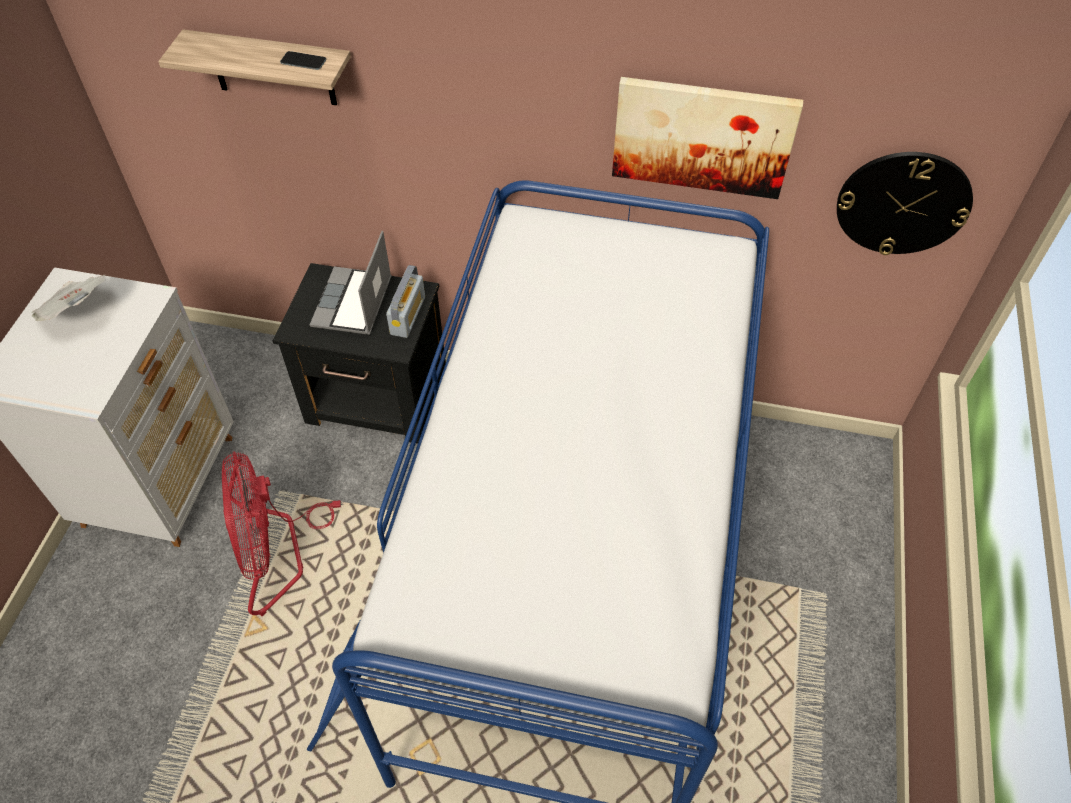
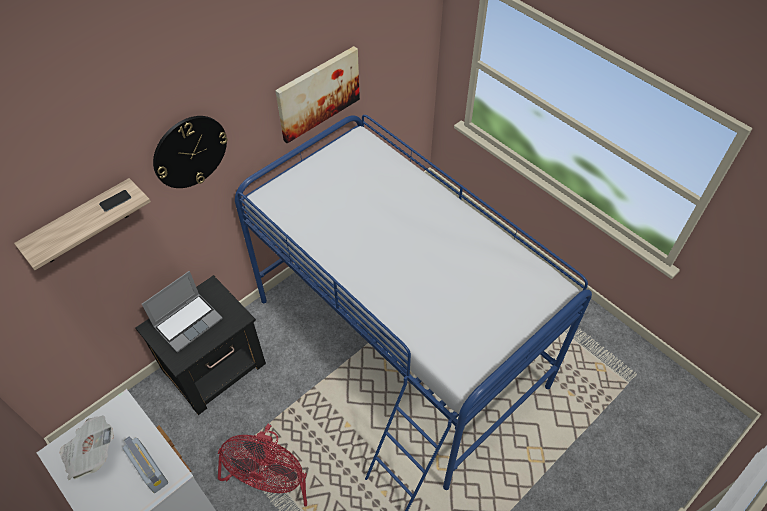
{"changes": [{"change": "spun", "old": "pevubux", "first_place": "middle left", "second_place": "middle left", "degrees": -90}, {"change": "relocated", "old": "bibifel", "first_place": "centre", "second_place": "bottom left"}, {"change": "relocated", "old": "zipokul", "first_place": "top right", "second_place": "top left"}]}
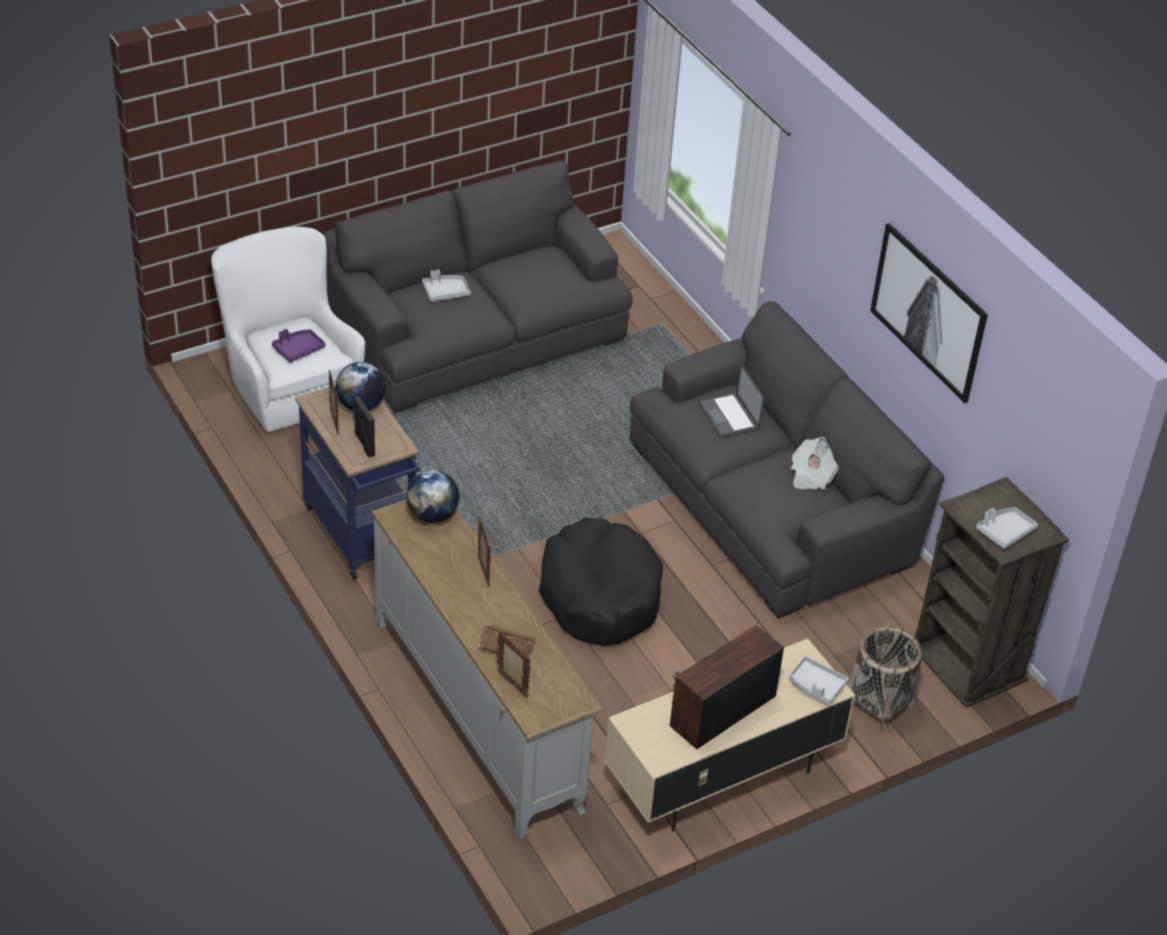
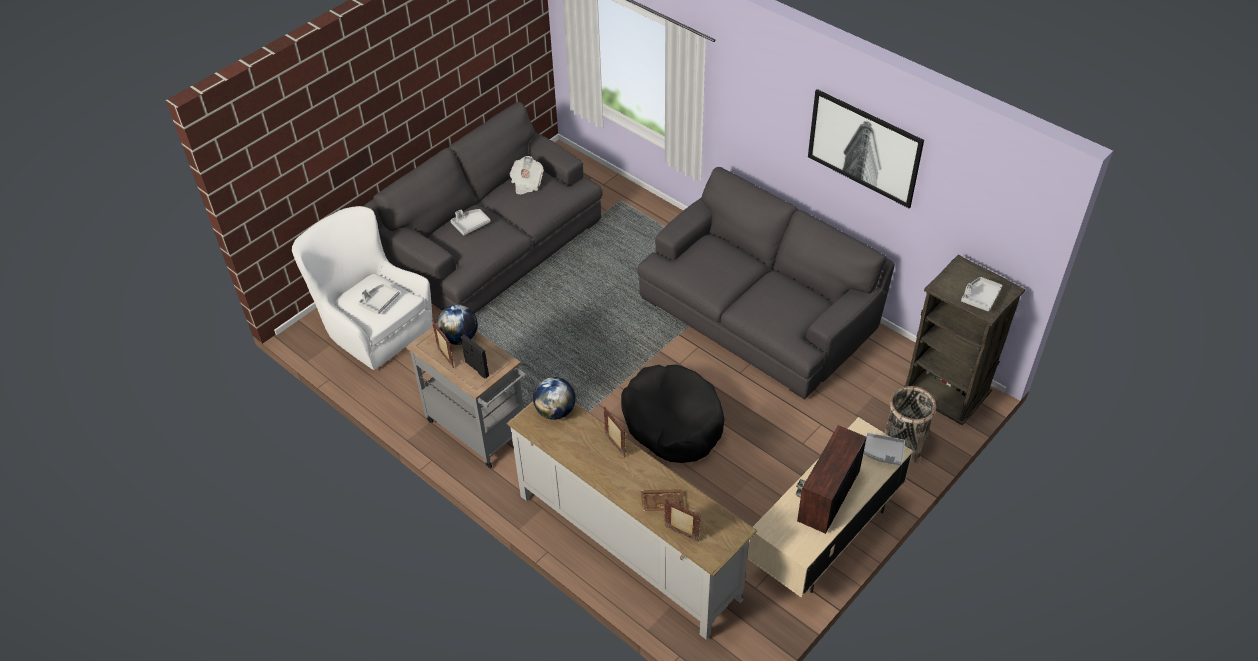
{"changes": [{"change": "colour", "old": "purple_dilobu", "new": "grey_dilobu (no. 1 from left)", "first_place": "middle left", "second_place": "middle left"}, {"change": "colour", "old": "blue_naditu", "new": "grey_naditu", "first_place": "middle left", "second_place": "centre"}, {"change": "missing", "old": "pevubux", "first_place": "centre"}, {"change": "relocated", "old": "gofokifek", "first_place": "middle right", "second_place": "top centre"}]}
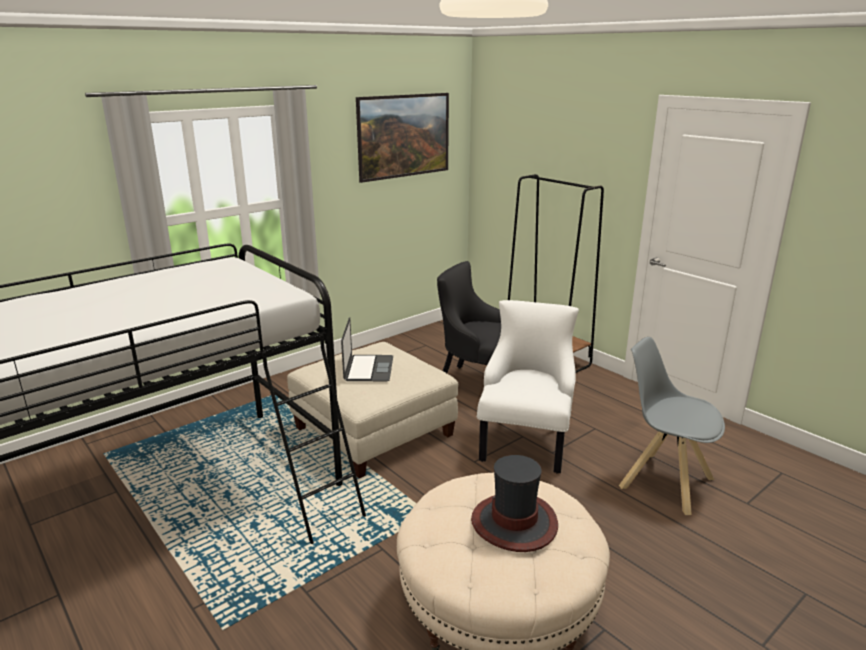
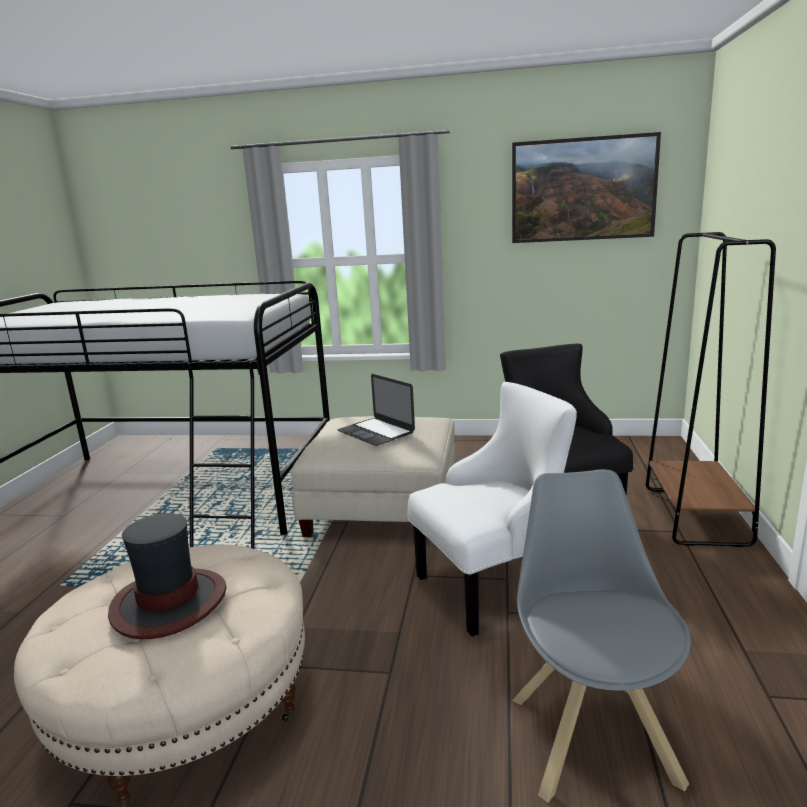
{"changes": [{"change": "spun", "old": "pevubux", "first_place": "centre", "second_place": "centre", "degrees": 90}]}
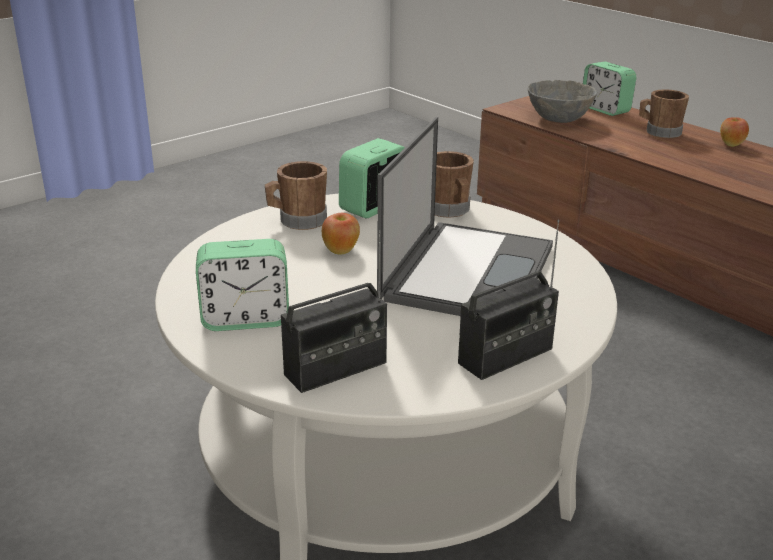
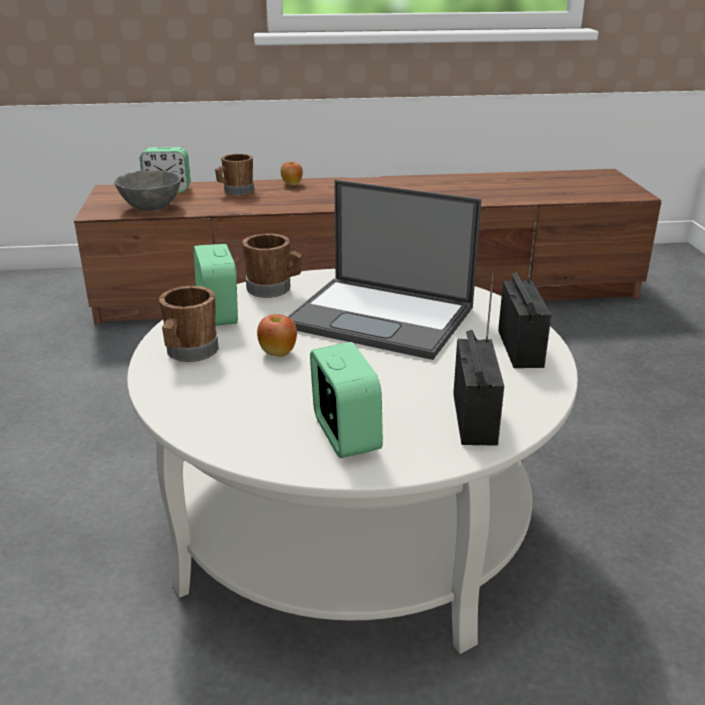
{"changes": [{"change": "spun", "old": "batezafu (no. 1 from left in the first image)", "first_place": "middle left", "second_place": "centre", "degrees": -45}, {"change": "spun", "old": "pevubux", "first_place": "centre", "second_place": "centre", "degrees": 150}]}
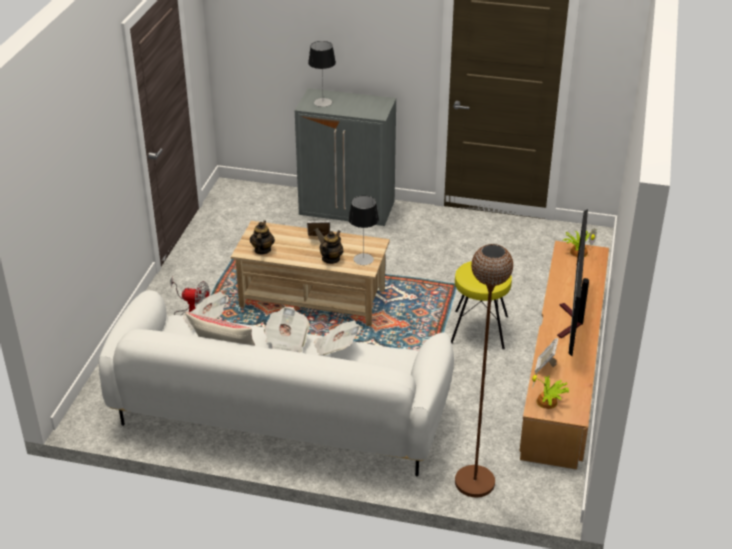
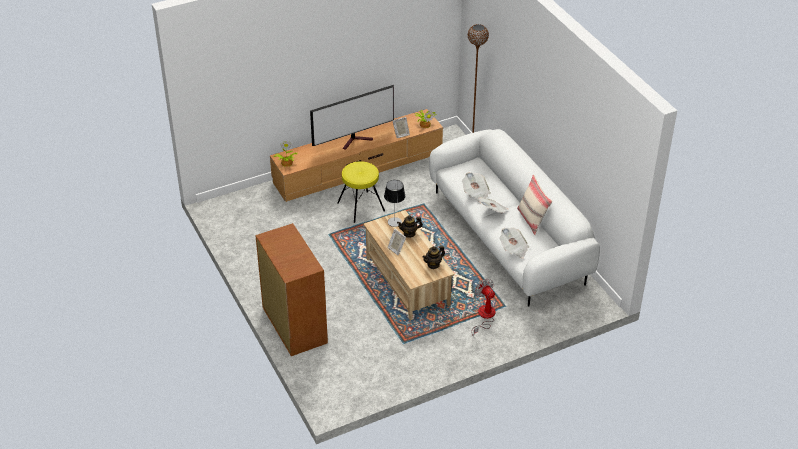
{"changes": [{"change": "colour", "old": "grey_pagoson", "new": "brown_pagoson", "first_place": "top centre", "second_place": "centre"}, {"change": "missing", "old": "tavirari (no. 1 from left)", "first_place": "top centre"}]}
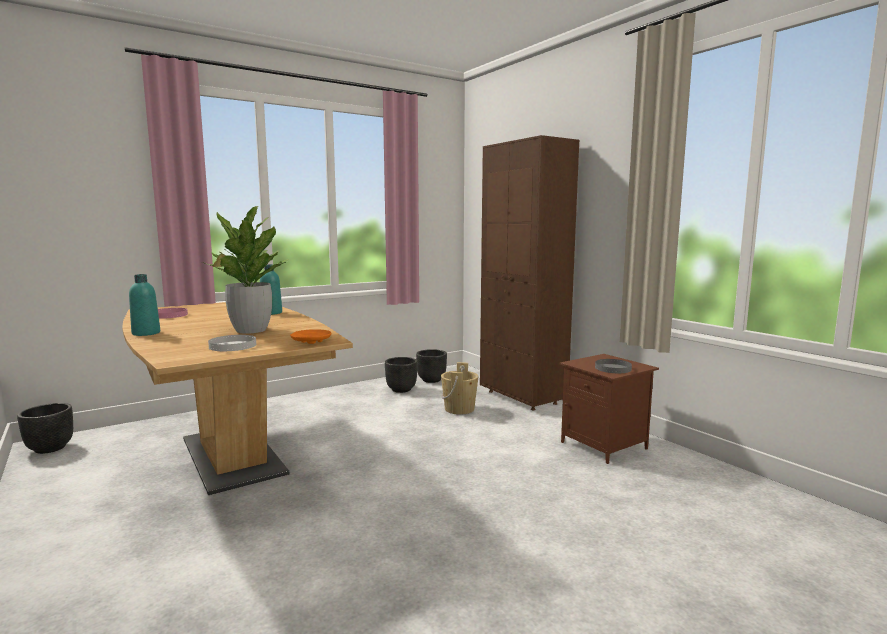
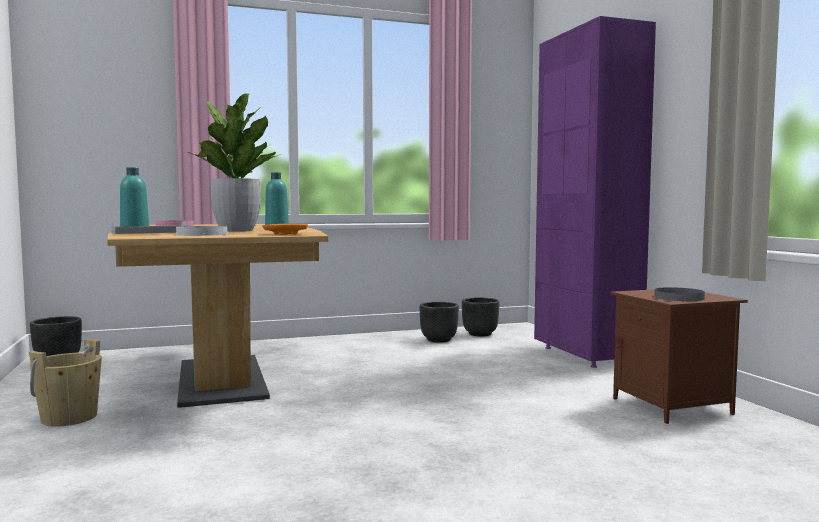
{"changes": [{"change": "relocated", "old": "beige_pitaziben", "first_place": "centre", "second_place": "bottom left"}, {"change": "colour", "old": "brown_pagoson", "new": "purple_pagoson", "first_place": "centre", "second_place": "middle right"}, {"change": "appeared", "new": "grey_dilobu", "second_place": "middle left"}]}
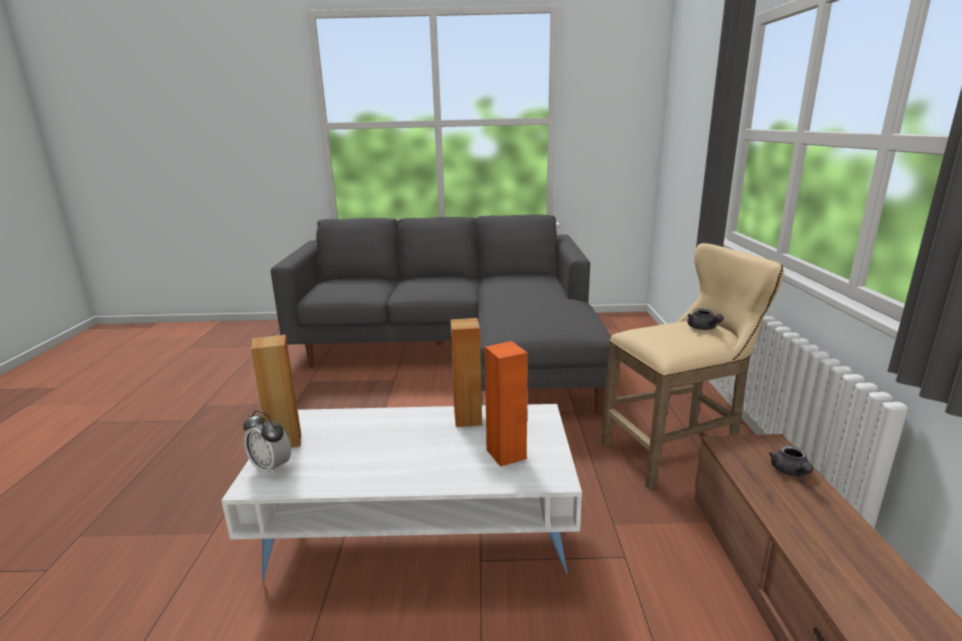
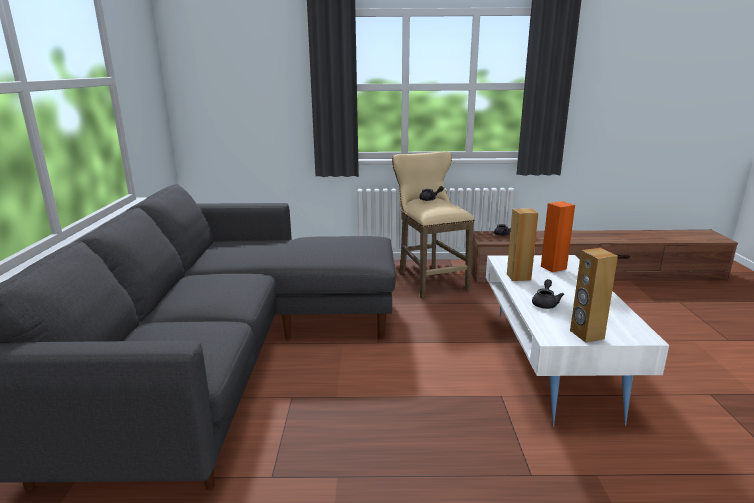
{"changes": [{"change": "missing", "old": "batezafu", "first_place": "bottom left"}, {"change": "appeared", "new": "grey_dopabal (no. 3 from left)", "second_place": "middle right"}]}
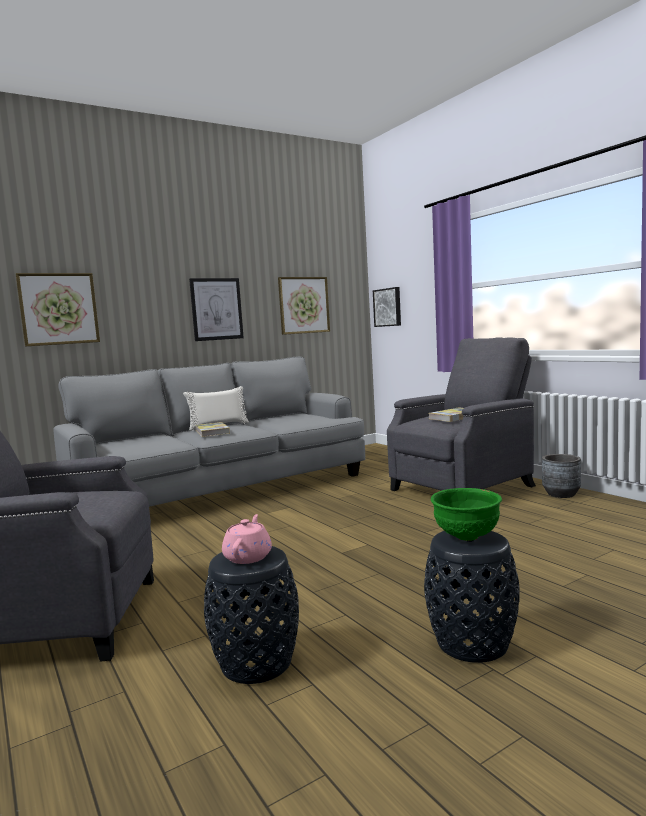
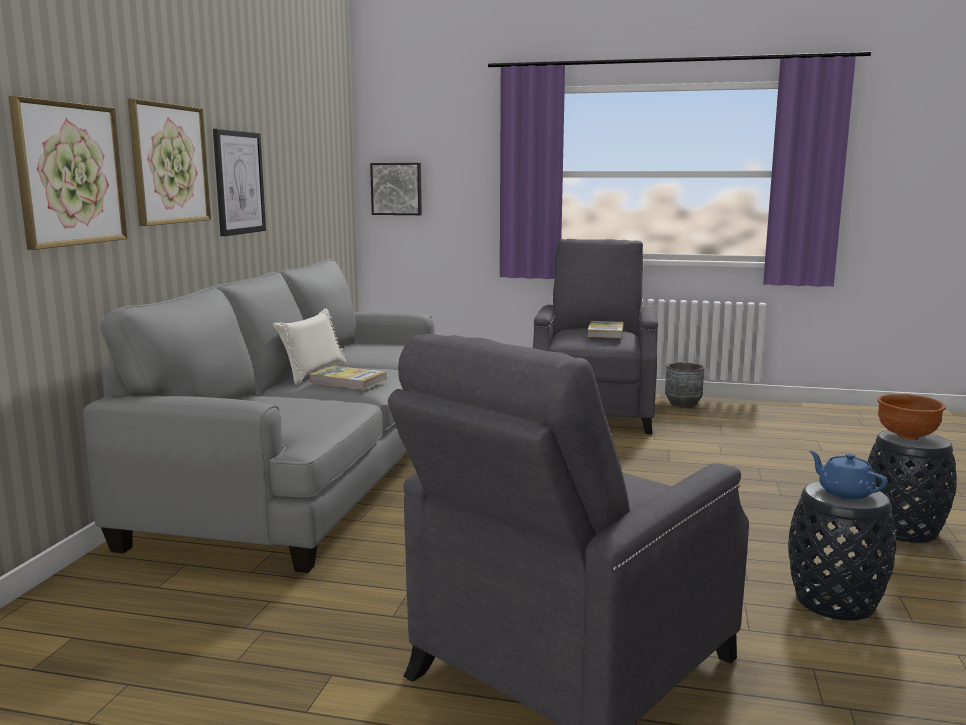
{"changes": [{"change": "colour", "old": "pink_dopabal", "new": "blue_dopabal", "first_place": "centre", "second_place": "middle right"}, {"change": "relocated", "old": "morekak (no. 3 from left in the first image)", "new": "morekak (no. 2 from left)", "first_place": "centre", "second_place": "top left"}, {"change": "colour", "old": "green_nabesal", "new": "brown_nabesal", "first_place": "middle right", "second_place": "middle right"}]}
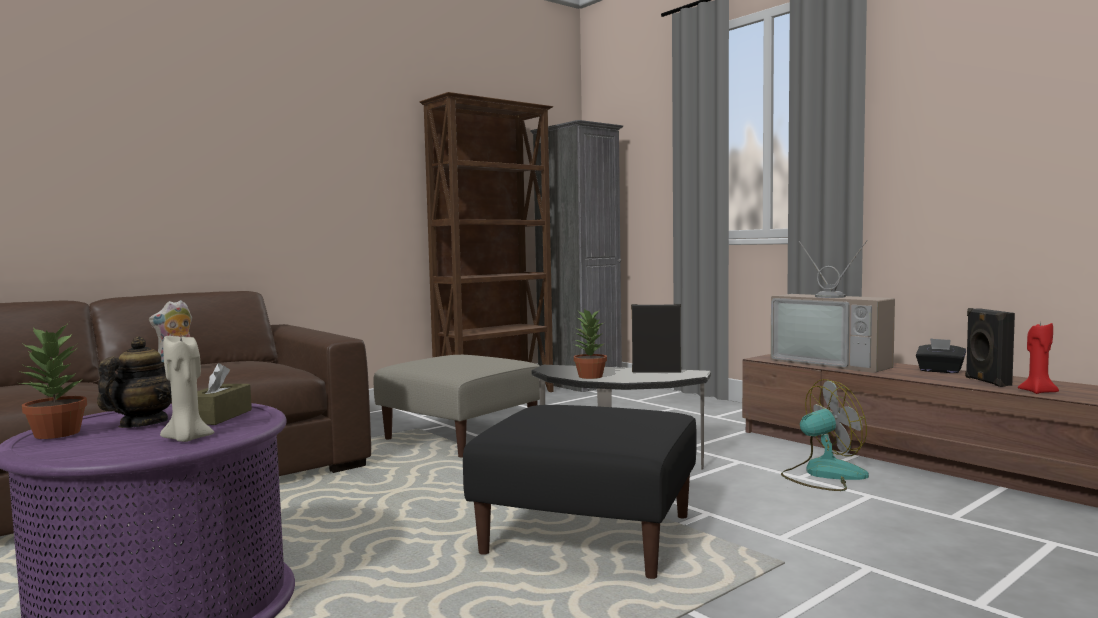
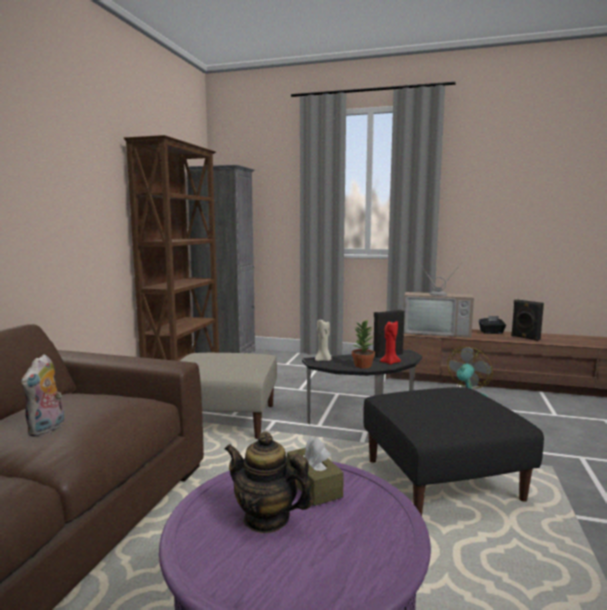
{"changes": [{"change": "missing", "old": "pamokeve (no. 1 from left)", "first_place": "middle left"}, {"change": "spun", "old": "dopabal", "first_place": "middle left", "second_place": "bottom centre", "degrees": -45}, {"change": "relocated", "old": "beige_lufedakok", "first_place": "middle left", "second_place": "centre"}, {"change": "relocated", "old": "red_lufedakok", "first_place": "middle right", "second_place": "centre"}]}
